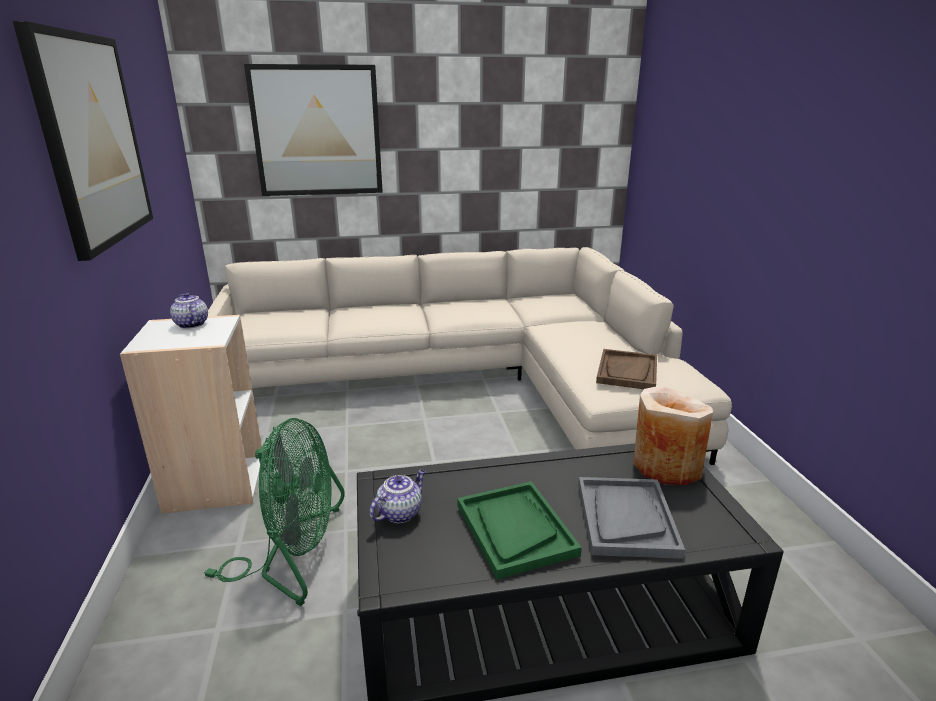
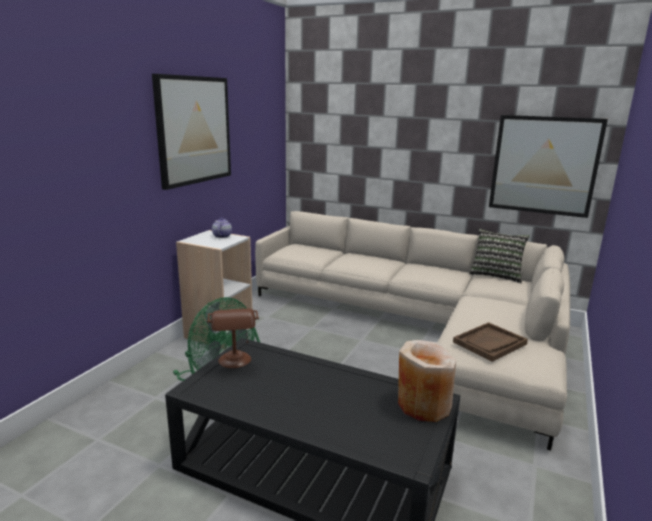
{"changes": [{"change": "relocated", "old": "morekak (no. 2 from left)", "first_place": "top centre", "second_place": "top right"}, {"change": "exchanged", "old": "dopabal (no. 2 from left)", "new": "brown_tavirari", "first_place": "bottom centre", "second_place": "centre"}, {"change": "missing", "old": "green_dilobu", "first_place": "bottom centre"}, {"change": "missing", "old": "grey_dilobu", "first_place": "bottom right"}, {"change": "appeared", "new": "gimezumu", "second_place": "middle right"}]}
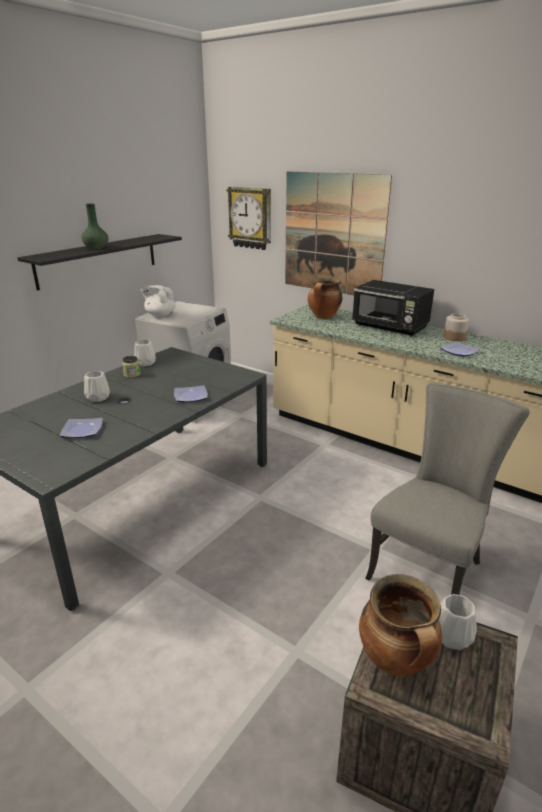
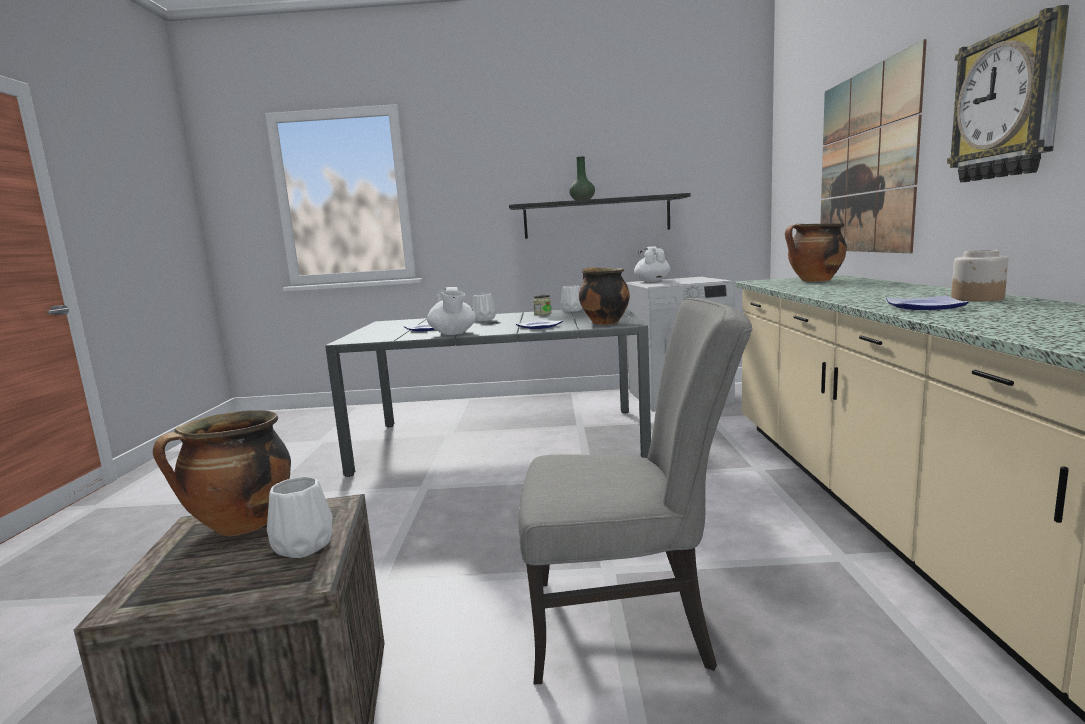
{"changes": [{"change": "relocated", "old": "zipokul", "first_place": "top centre", "second_place": "top right"}, {"change": "missing", "old": "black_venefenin", "first_place": "middle right"}, {"change": "appeared", "new": "white_dopabal (no. 1 from left)", "second_place": "centre"}, {"change": "appeared", "new": "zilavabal (no. 2 from left)", "second_place": "centre"}]}
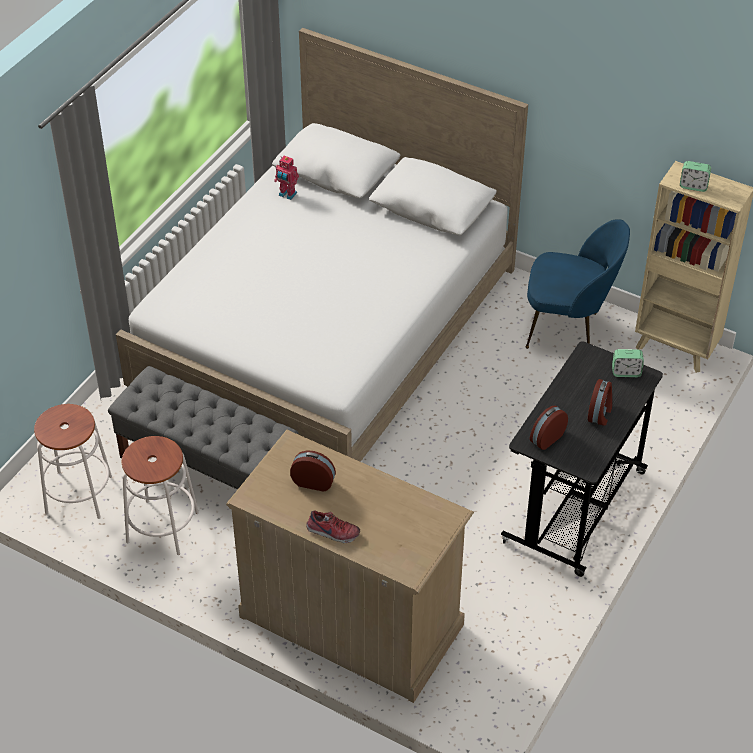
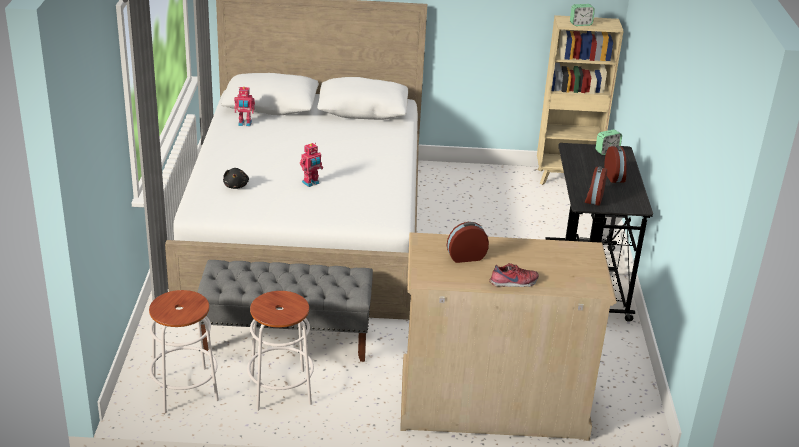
{"changes": [{"change": "missing", "old": "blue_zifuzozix", "first_place": "middle right"}, {"change": "appeared", "new": "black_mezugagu", "second_place": "middle left"}, {"change": "appeared", "new": "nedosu (no. 2 from left)", "second_place": "centre"}]}
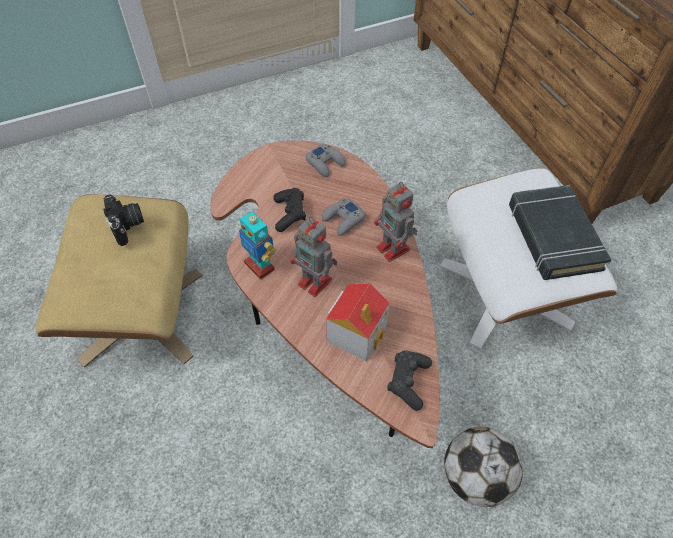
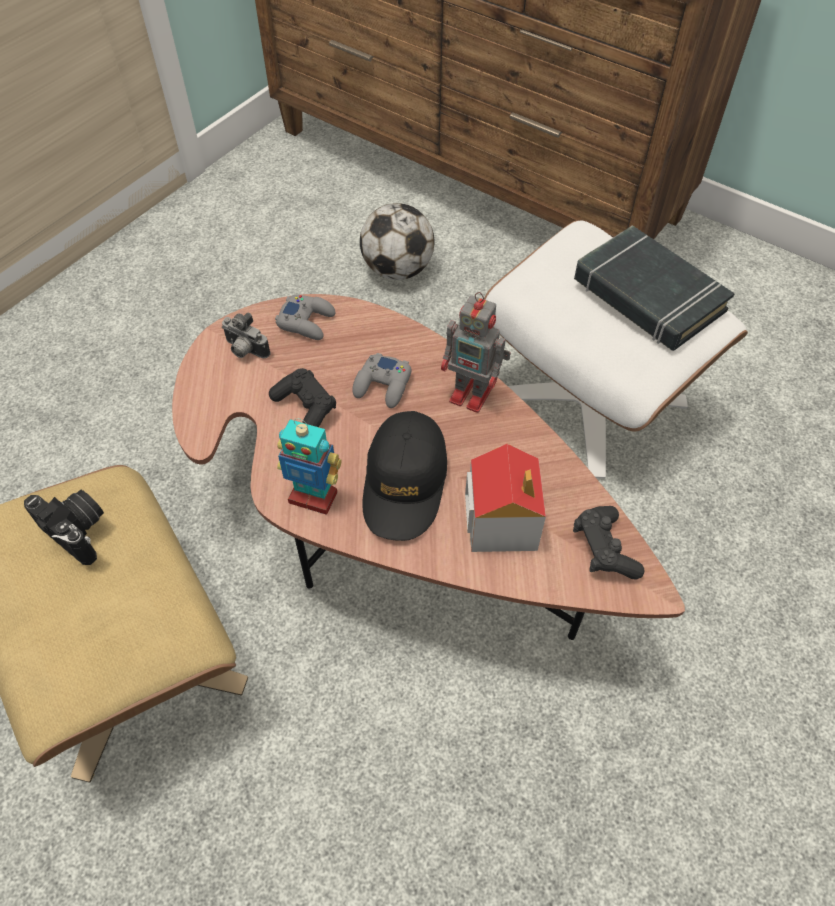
{"changes": [{"change": "exchanged", "old": "nedosu (no. 2 from left)", "new": "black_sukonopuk", "first_place": "centre", "second_place": "centre"}, {"change": "relocated", "old": "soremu", "first_place": "bottom right", "second_place": "top centre"}, {"change": "appeared", "new": "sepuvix (no. 2 from left)", "second_place": "middle left"}]}
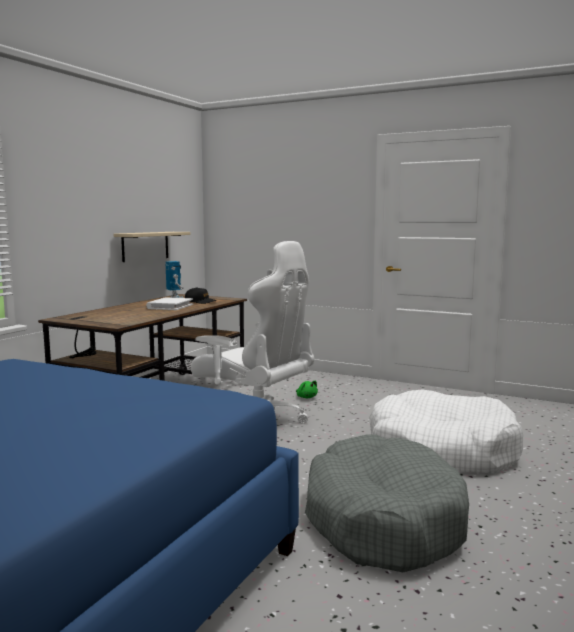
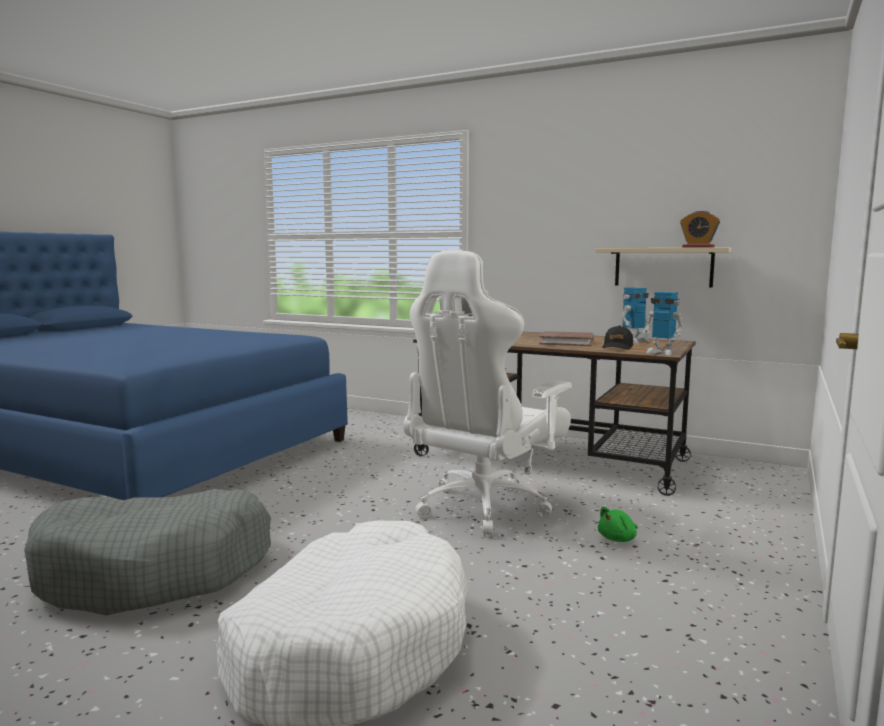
{"changes": [{"change": "colour", "old": "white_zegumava", "new": "brown_zegumava", "first_place": "middle left", "second_place": "centre"}, {"change": "appeared", "new": "nedosu (no. 2 from left)", "second_place": "middle right"}, {"change": "appeared", "new": "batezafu", "second_place": "top right"}]}
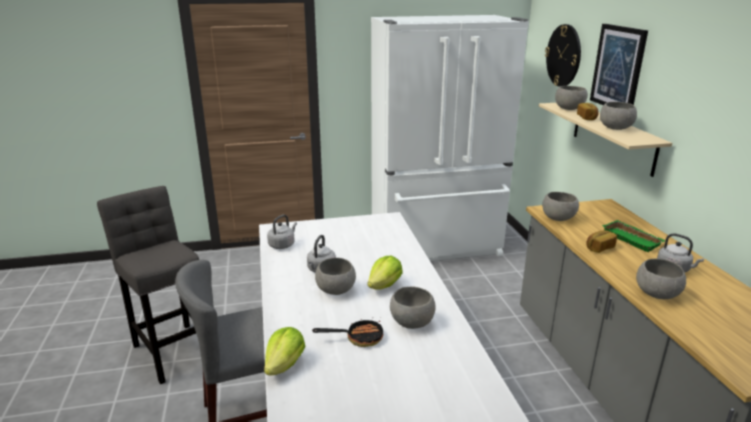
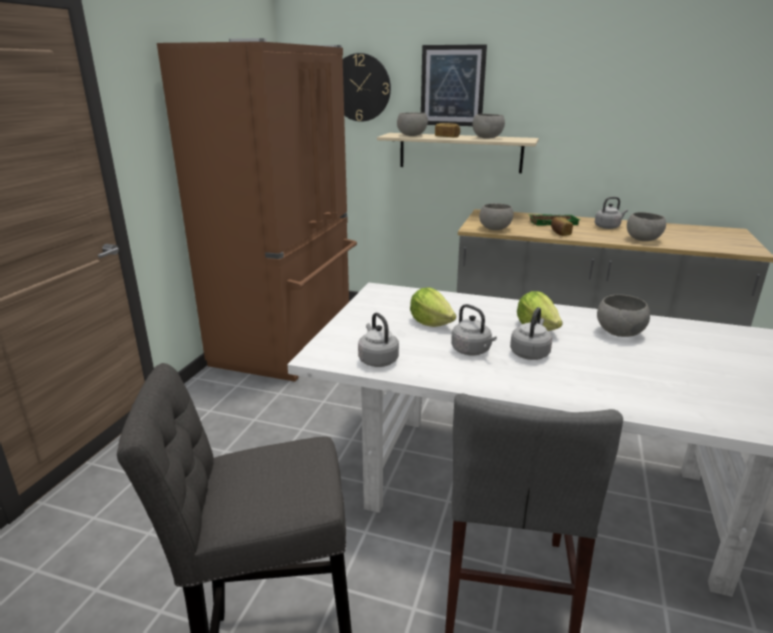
{"changes": [{"change": "relocated", "old": "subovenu (no. 1 from left)", "first_place": "bottom centre", "second_place": "centre"}, {"change": "missing", "old": "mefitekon", "first_place": "bottom centre"}, {"change": "exchanged", "old": "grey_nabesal (no. 1 from left)", "new": "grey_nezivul (no. 3 from left)", "first_place": "centre", "second_place": "middle right"}, {"change": "colour", "old": "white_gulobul", "new": "brown_gulobul", "first_place": "top centre", "second_place": "top left"}]}
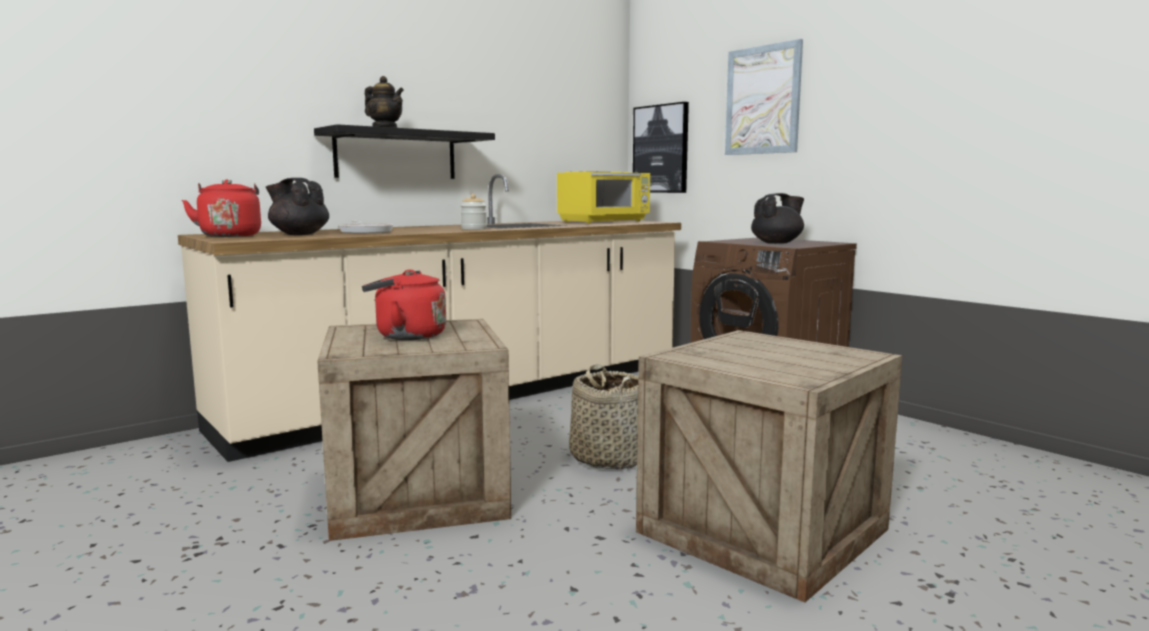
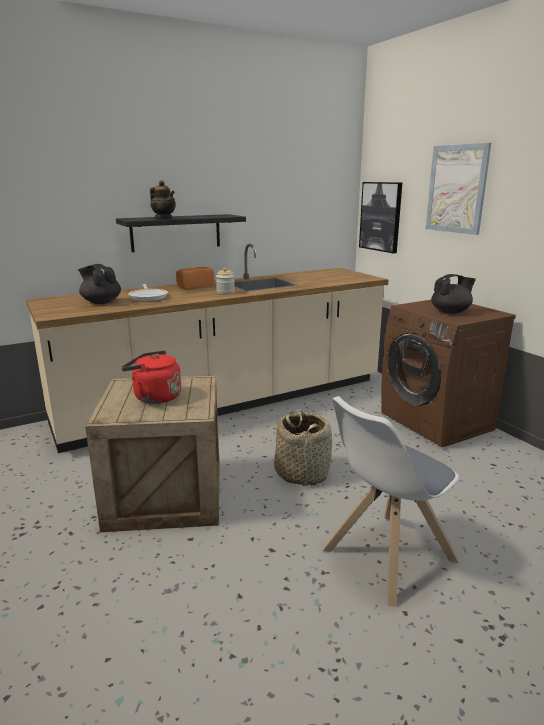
{"changes": [{"change": "missing", "old": "red_nezivul (no. 1 from left)", "first_place": "top left"}, {"change": "missing", "old": "yellow_venefenin", "first_place": "top centre"}, {"change": "exchanged", "old": "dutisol (no. 2 from left)", "new": "zifuzozix", "first_place": "bottom right", "second_place": "bottom right"}, {"change": "appeared", "new": "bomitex", "second_place": "centre"}]}
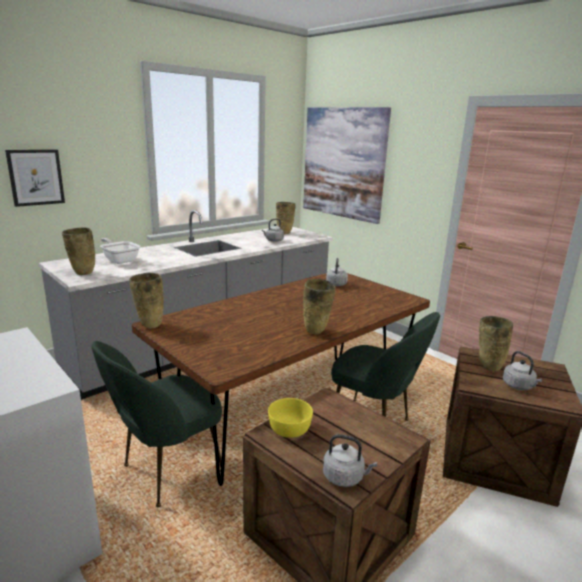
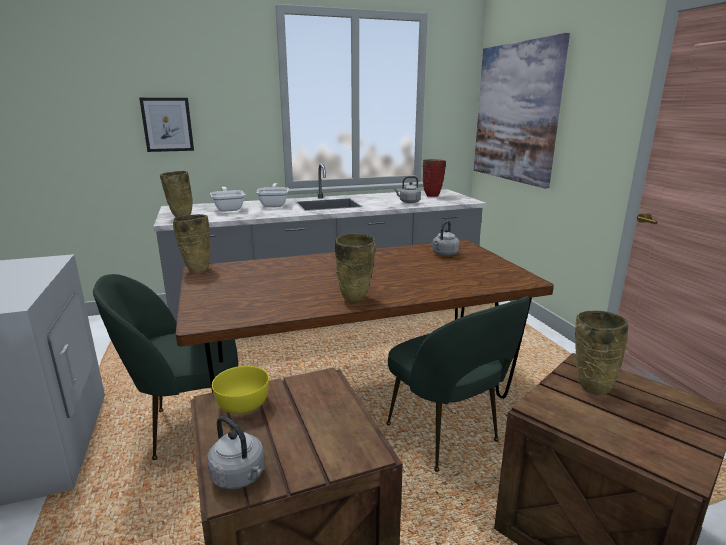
{"changes": [{"change": "colour", "old": "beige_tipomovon (no. 3 from left)", "new": "red_tipomovon", "first_place": "centre", "second_place": "top centre"}, {"change": "missing", "old": "grey_nezivul (no. 4 from left)", "first_place": "middle right"}, {"change": "appeared", "new": "mefitekon (no. 2 from left)", "second_place": "centre"}]}
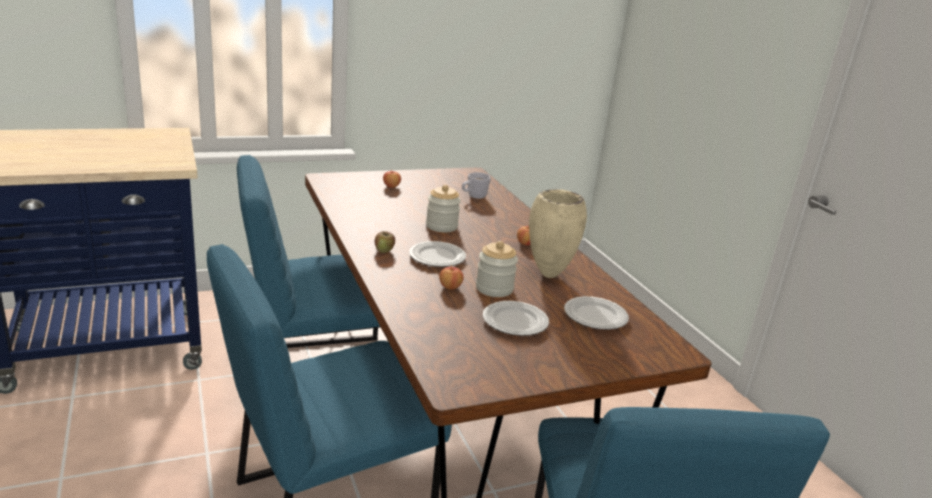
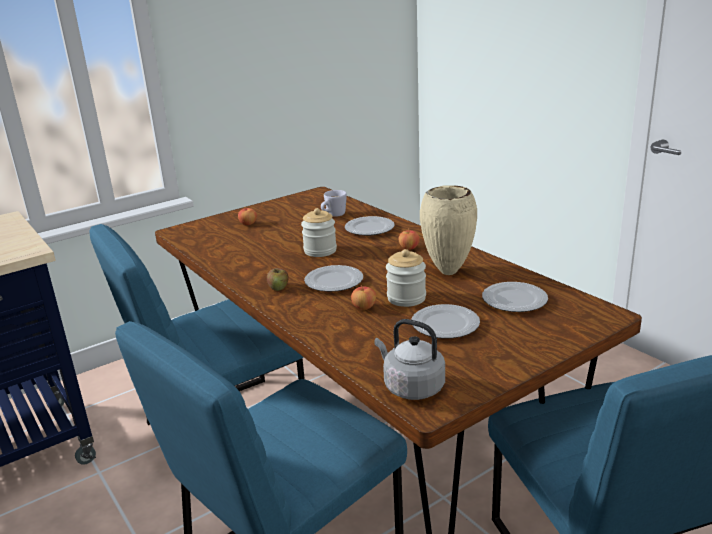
{"changes": [{"change": "appeared", "new": "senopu (no. 2 from left)", "second_place": "centre"}, {"change": "appeared", "new": "grey_nezivul", "second_place": "bottom centre"}]}
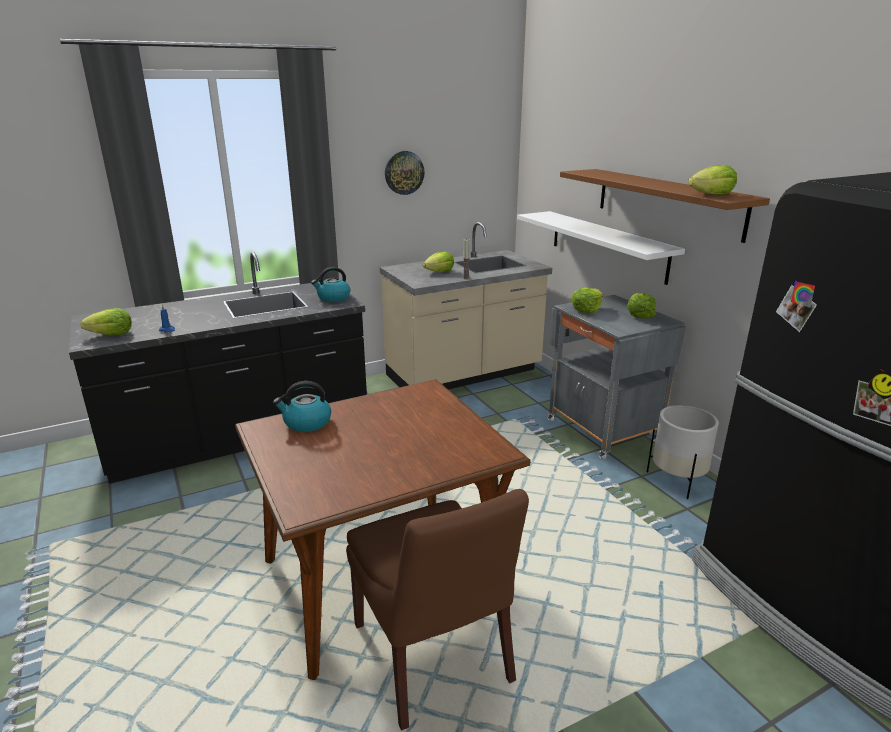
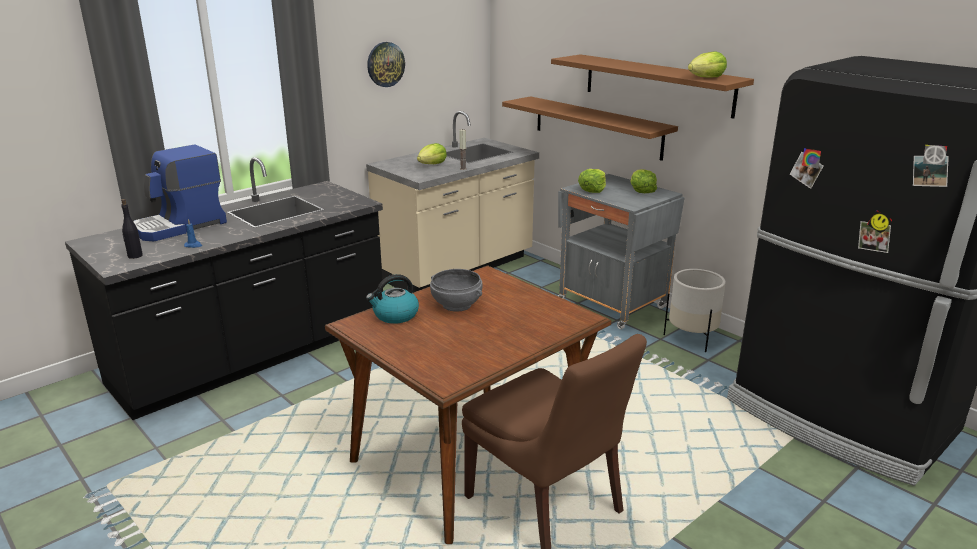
{"changes": [{"change": "exchanged", "old": "subovenu (no. 1 from left)", "new": "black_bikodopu", "first_place": "middle left", "second_place": "middle left"}, {"change": "missing", "old": "nezivul (no. 2 from left)", "first_place": "centre"}, {"change": "colour", "old": "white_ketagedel", "new": "brown_ketagedel (no. 1 from left)", "first_place": "middle right", "second_place": "top centre"}, {"change": "appeared", "new": "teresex", "second_place": "middle left"}, {"change": "appeared", "new": "grey_nabesal", "second_place": "centre"}]}
